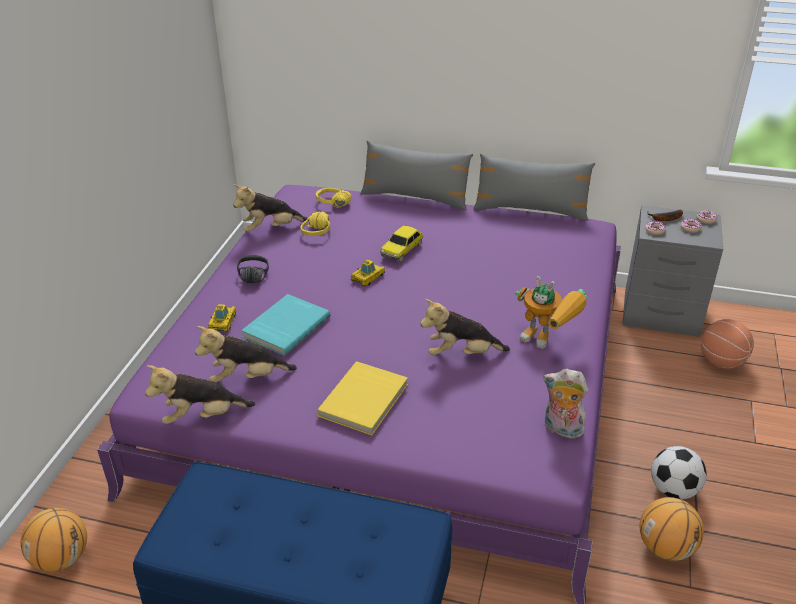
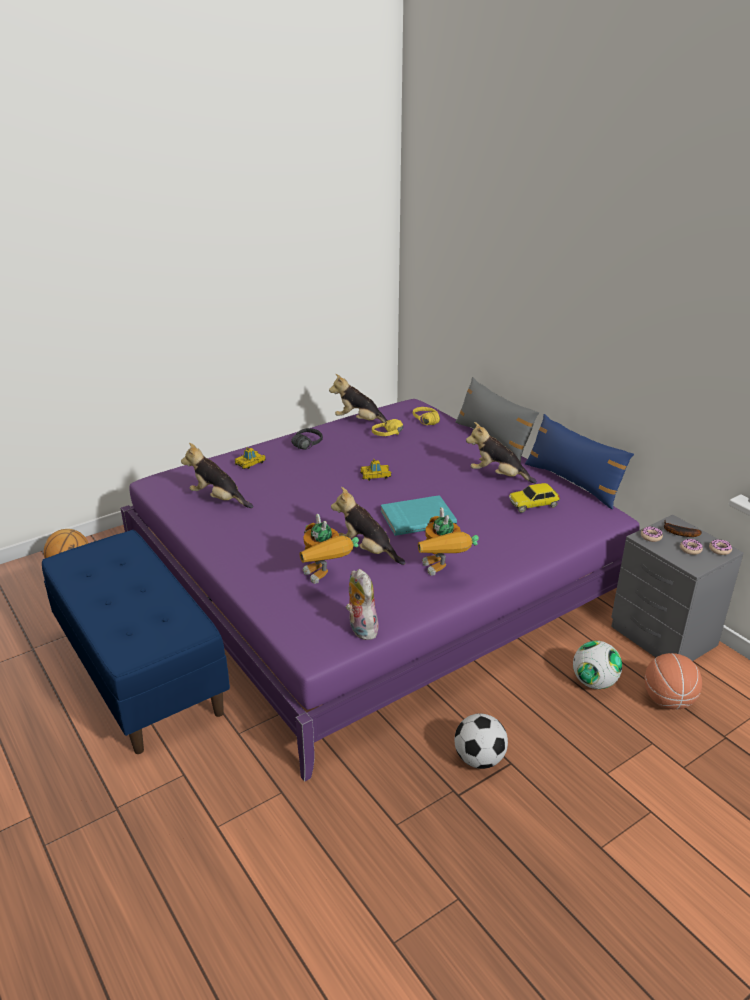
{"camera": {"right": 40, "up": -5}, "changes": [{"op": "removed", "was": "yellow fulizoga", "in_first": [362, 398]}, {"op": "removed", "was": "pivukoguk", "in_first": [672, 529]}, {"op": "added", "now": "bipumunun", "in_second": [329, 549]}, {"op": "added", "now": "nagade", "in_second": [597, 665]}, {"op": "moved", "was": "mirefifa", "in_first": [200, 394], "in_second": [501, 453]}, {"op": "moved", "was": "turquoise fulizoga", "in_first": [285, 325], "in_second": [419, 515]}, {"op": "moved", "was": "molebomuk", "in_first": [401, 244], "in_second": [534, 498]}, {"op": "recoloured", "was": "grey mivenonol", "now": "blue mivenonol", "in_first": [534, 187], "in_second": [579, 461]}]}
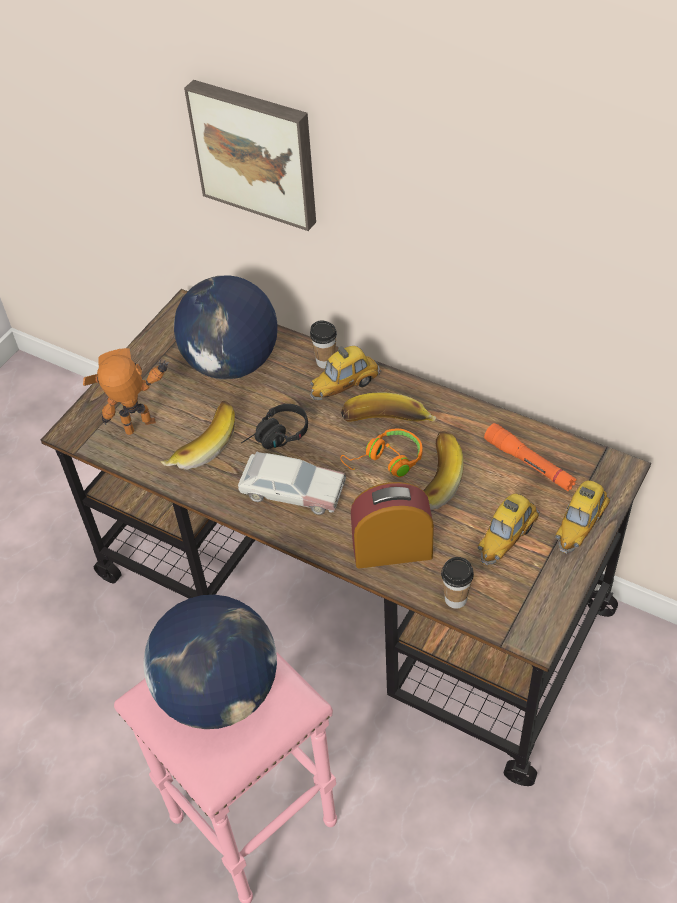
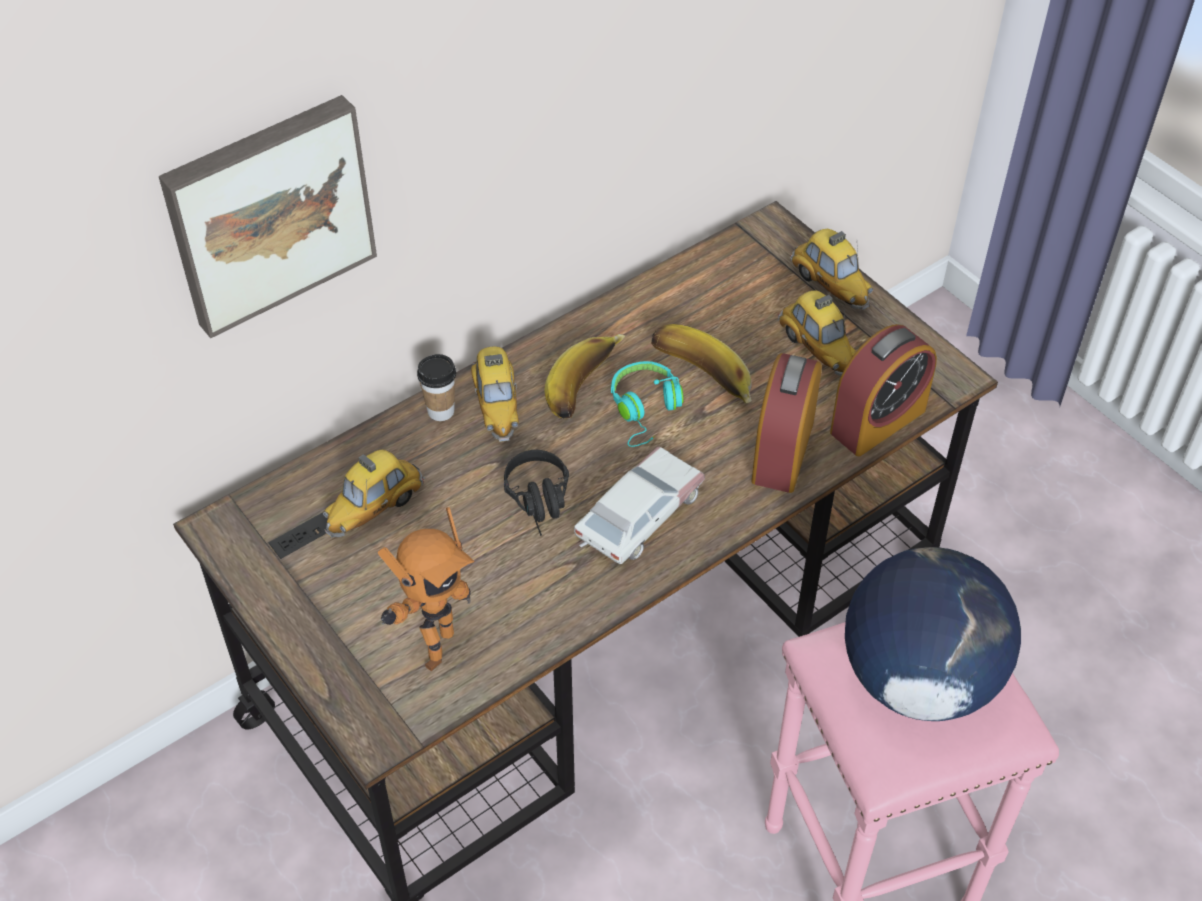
{"camera": {"right": -70, "up": 0}, "changes": [{"op": "removed", "was": "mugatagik", "in_first": [197, 435]}, {"op": "removed", "was": "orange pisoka", "in_first": [530, 457]}, {"op": "replaced", "was": "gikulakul", "now": "molebomuk", "in_first": [226, 328], "in_second": [374, 494]}, {"op": "replaced", "was": "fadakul", "now": "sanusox", "in_first": [457, 583], "in_second": [883, 390]}, {"op": "recoloured", "was": "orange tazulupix", "now": "turquoise tazulupix", "in_first": [381, 452], "in_second": [647, 404]}, {"op": "turned", "was": "bipumunun", "in_first": [126, 391], "in_second": [426, 589], "clockwise": -150}]}
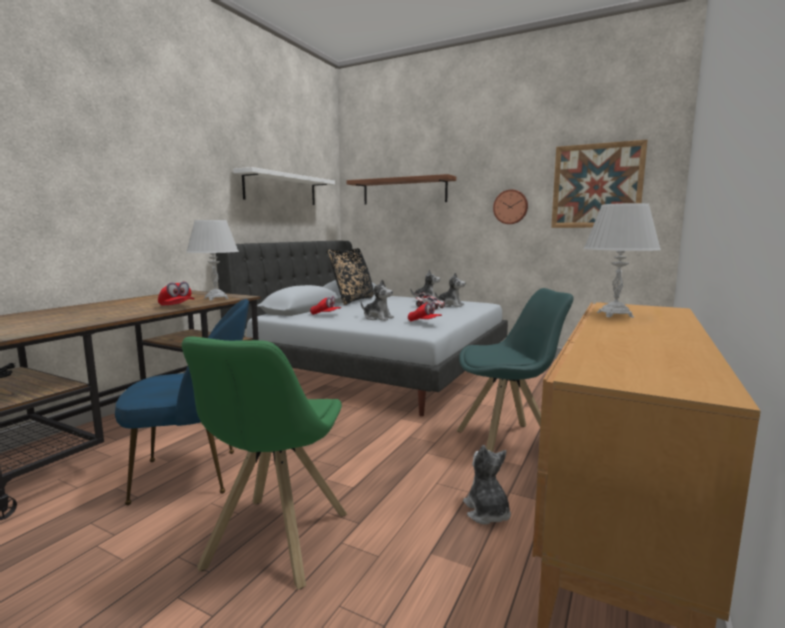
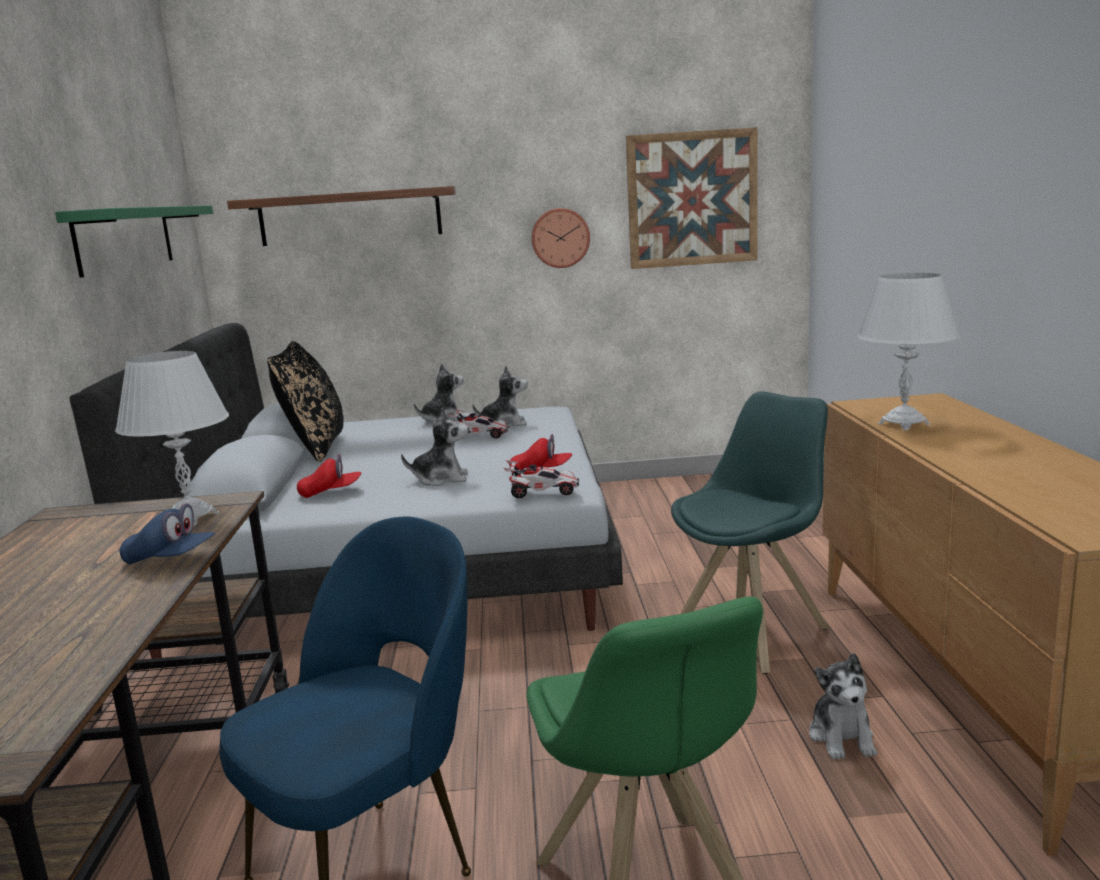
{"camera": {"right": -30, "up": 5}, "changes": [{"op": "added", "now": "molebomuk", "in_second": [541, 479]}, {"op": "recoloured", "was": "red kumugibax", "now": "blue kumugibax", "in_first": [176, 293], "in_second": [167, 534]}, {"op": "recoloured", "was": "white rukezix", "now": "green rukezix", "in_first": [284, 186], "in_second": [134, 241]}, {"op": "turned", "was": "mirefifa", "in_first": [487, 485], "in_second": [843, 706], "clockwise": -135}]}
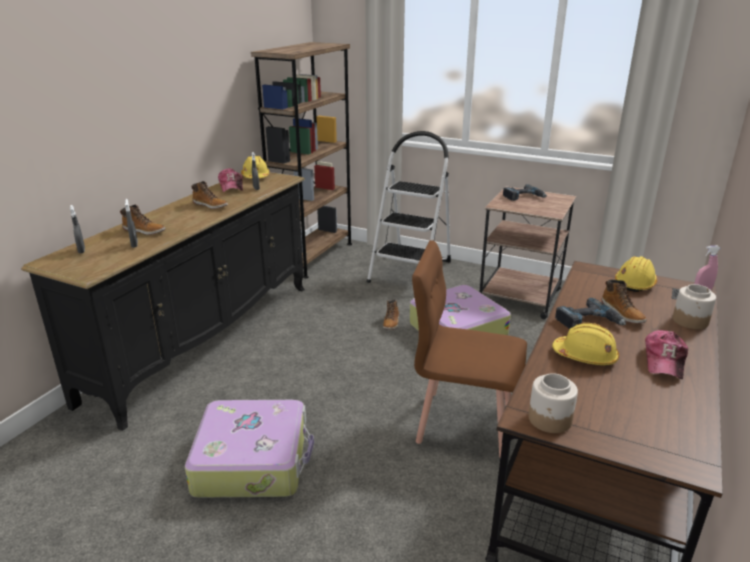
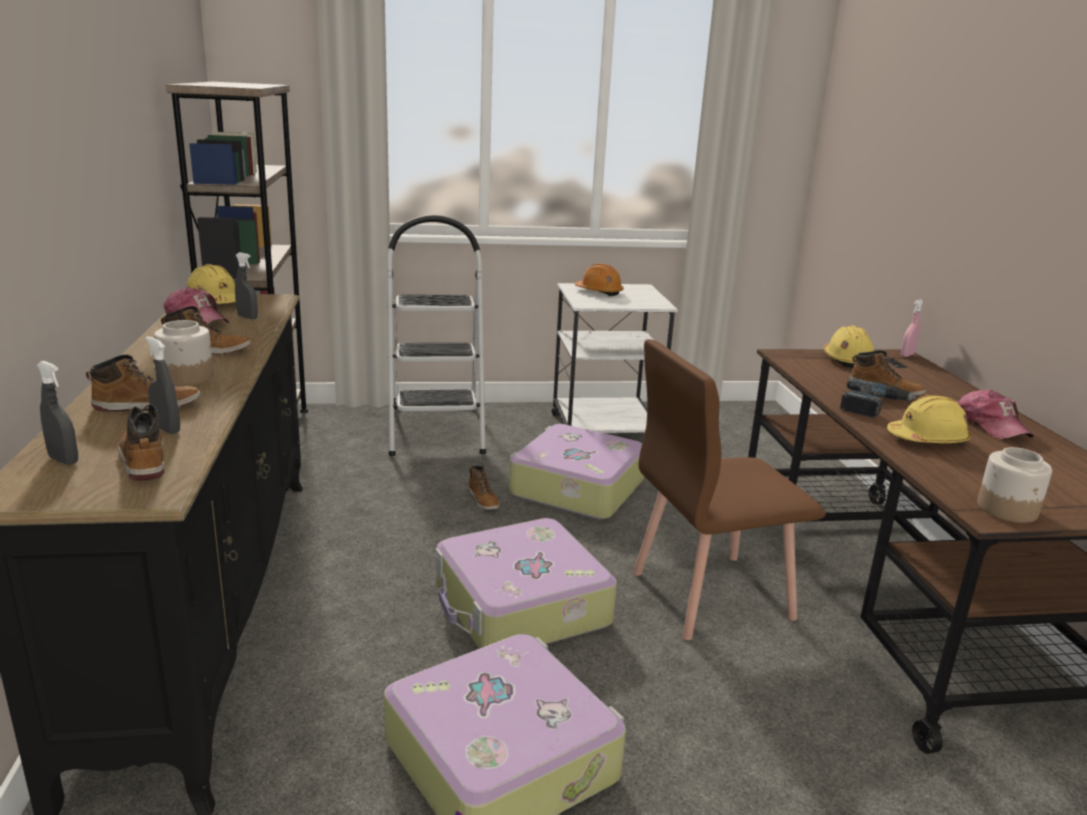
{"camera": {"right": -35, "up": -5}, "changes": [{"op": "added", "now": "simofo", "in_second": [141, 442]}, {"op": "added", "now": "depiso", "in_second": [526, 583]}, {"op": "moved", "was": "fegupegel", "in_first": [694, 306], "in_second": [184, 353]}, {"op": "replaced", "was": "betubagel", "now": "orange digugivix", "in_first": [525, 192], "in_second": [599, 279]}, {"op": "recoloured", "was": "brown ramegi", "now": "white ramegi", "in_first": [527, 252], "in_second": [614, 358]}]}
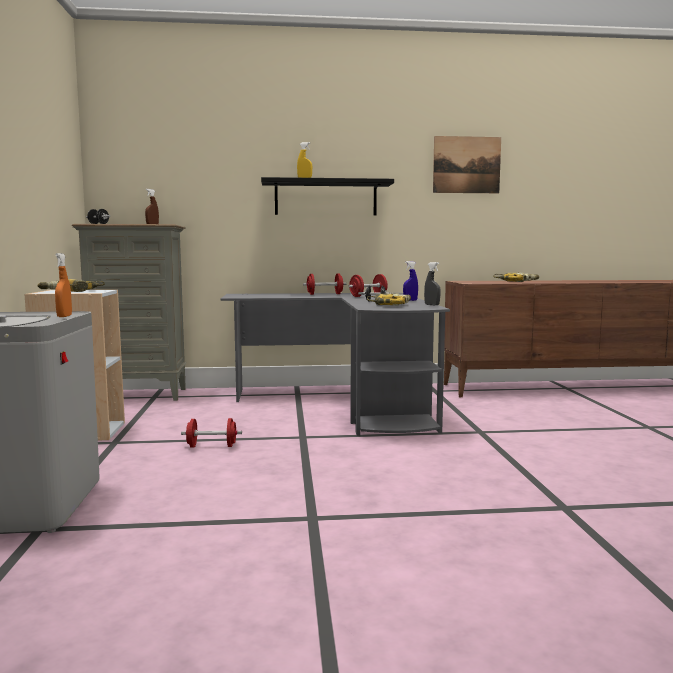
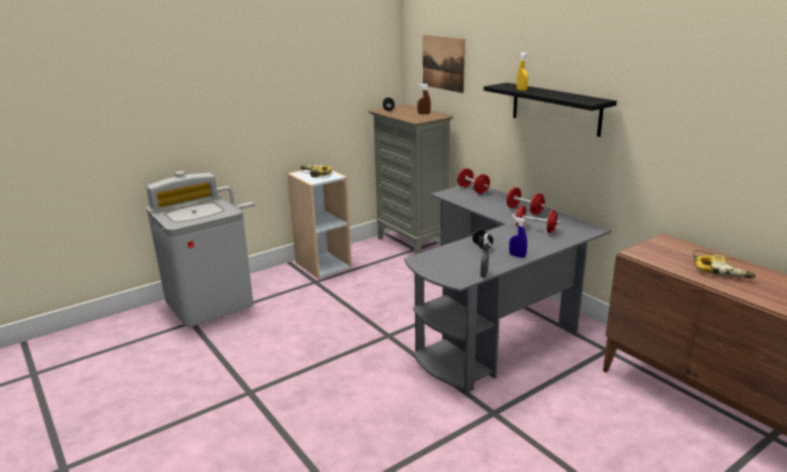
{"camera": {"right": 60, "up": 15}, "changes": [{"op": "removed", "was": "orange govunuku", "in_first": [63, 285]}, {"op": "removed", "was": "betubagel", "in_first": [389, 300]}, {"op": "moved", "was": "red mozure", "in_first": [211, 433], "in_second": [473, 181]}, {"op": "moved", "was": "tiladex", "in_first": [467, 164], "in_second": [444, 64]}]}
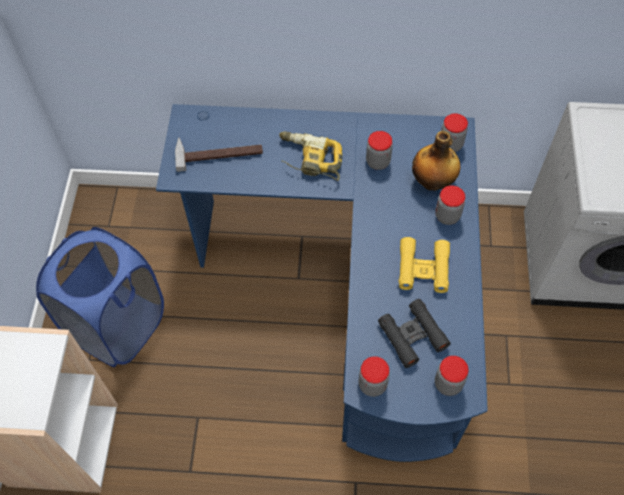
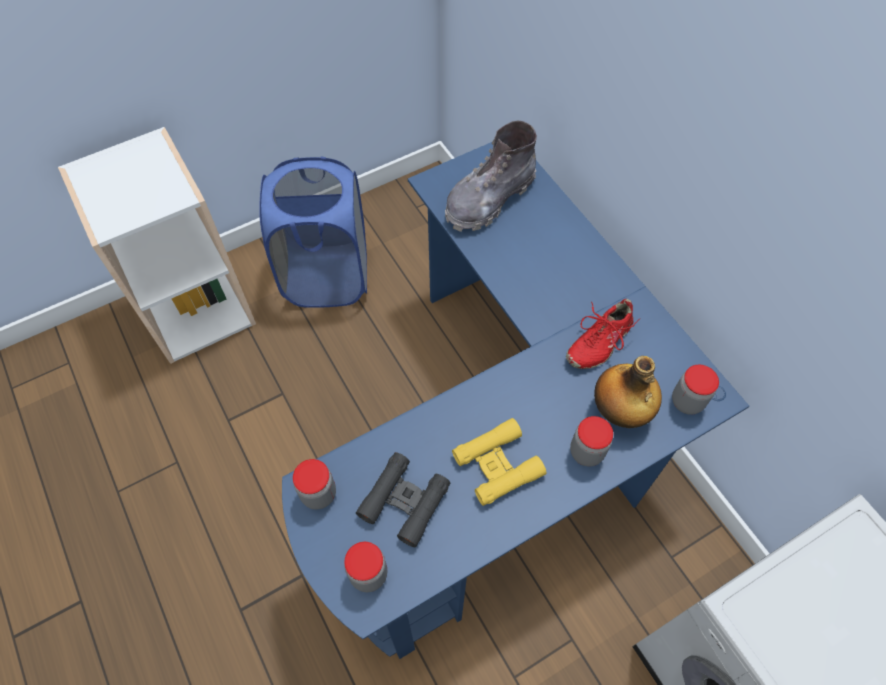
{"camera": {"right": 55, "up": 0}, "changes": [{"op": "removed", "was": "betubagel", "in_first": [310, 156]}, {"op": "replaced", "was": "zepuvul", "now": "grey simofo", "in_first": [219, 155], "in_second": [491, 176]}, {"op": "replaced", "was": "fegupegel", "now": "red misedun", "in_first": [379, 150], "in_second": [603, 334]}]}
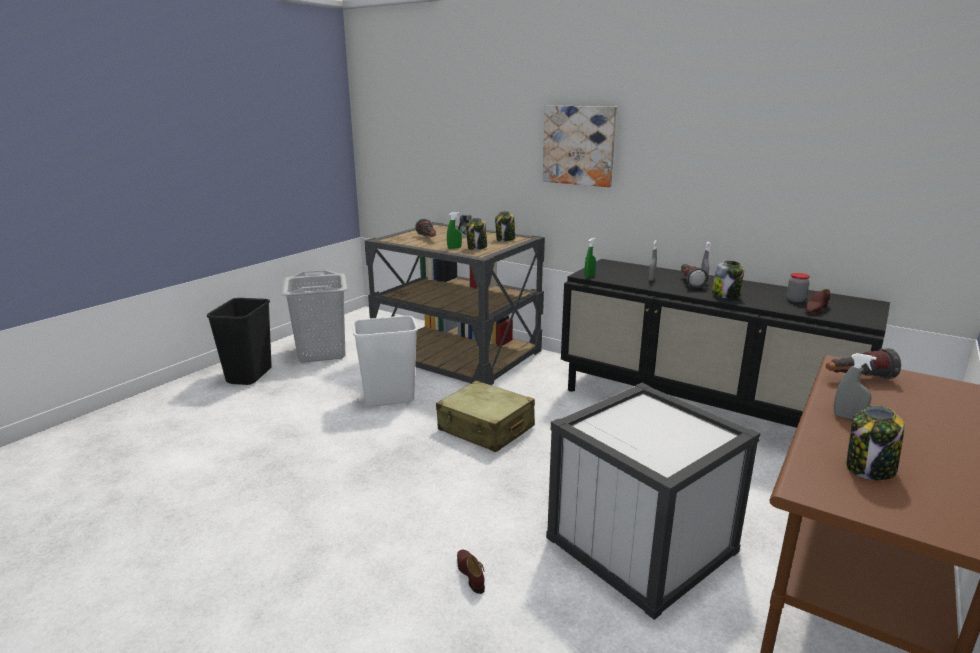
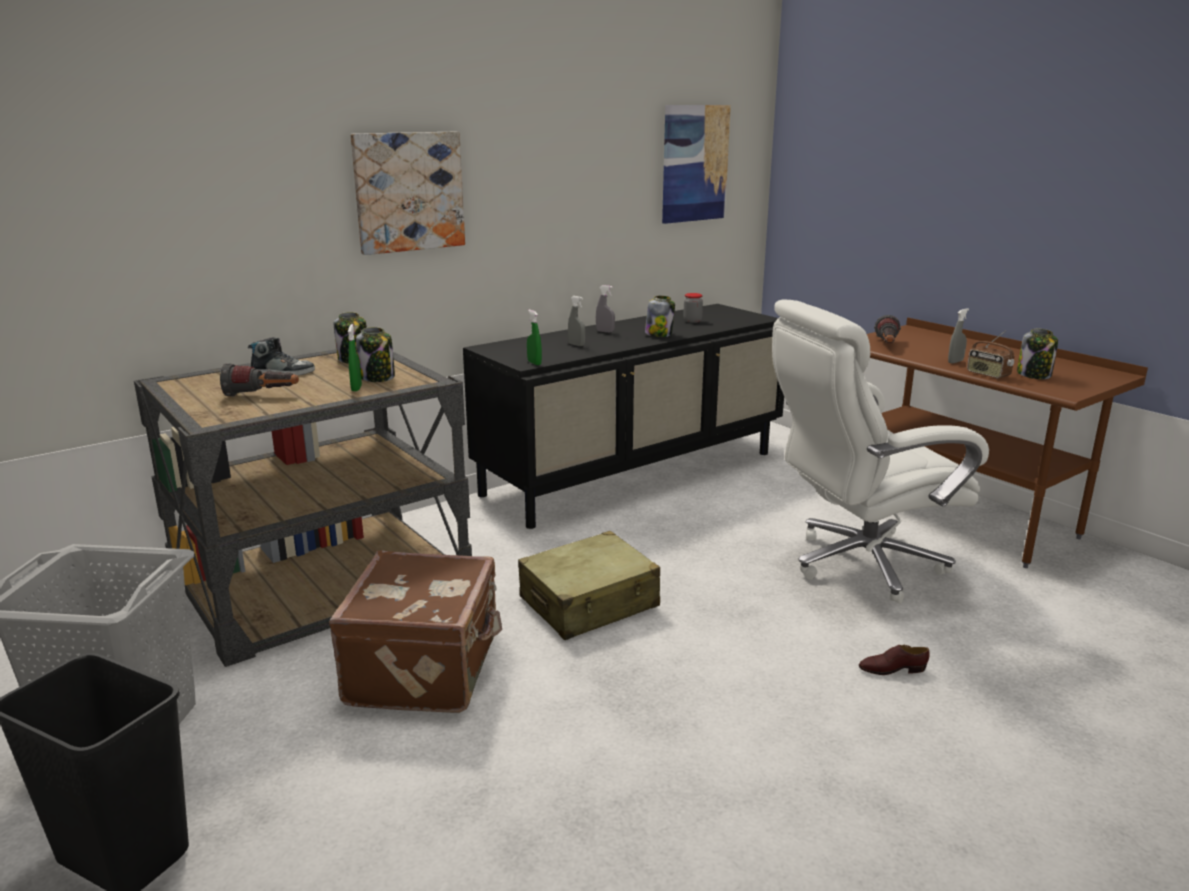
{"camera": {"right": -70, "up": 0}, "changes": [{"op": "removed", "was": "pisoka", "in_first": [694, 276]}, {"op": "removed", "was": "brown misedun", "in_first": [817, 301]}, {"op": "added", "now": "tiladex", "in_second": [696, 164]}, {"op": "added", "now": "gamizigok", "in_second": [990, 354]}, {"op": "replaced", "was": "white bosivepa", "now": "brown depiso", "in_first": [385, 361], "in_second": [415, 632]}, {"op": "replaced", "was": "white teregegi", "now": "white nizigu", "in_first": [653, 501], "in_second": [880, 452]}]}
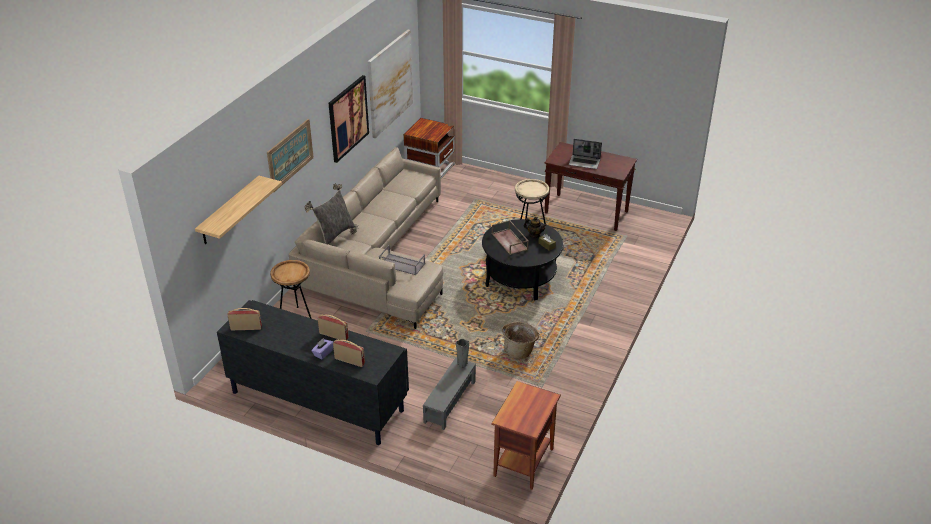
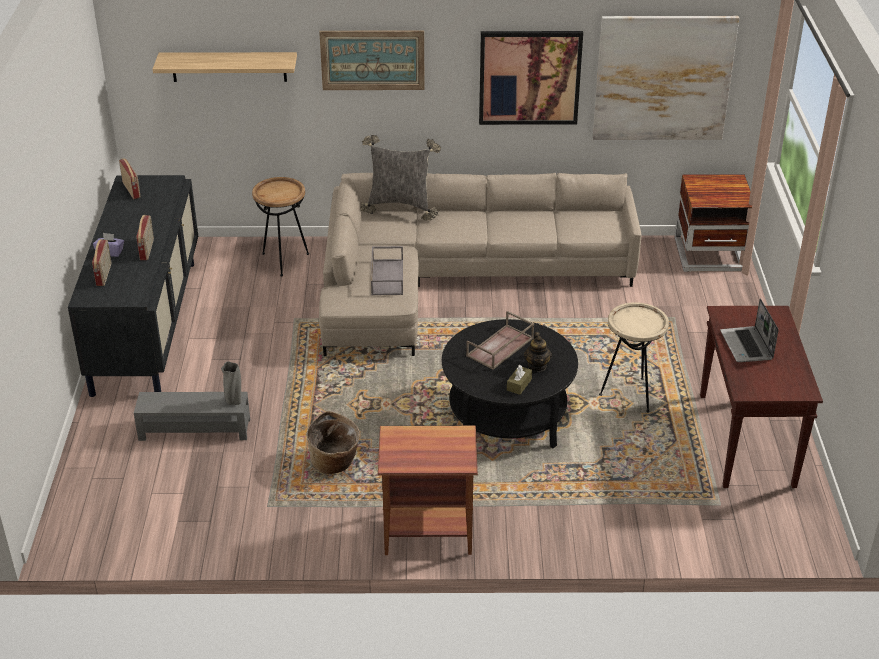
{"camera": {"right": 65, "up": 0}, "changes": [{"op": "moved", "was": "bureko", "in_first": [526, 435], "in_second": [428, 490]}]}
